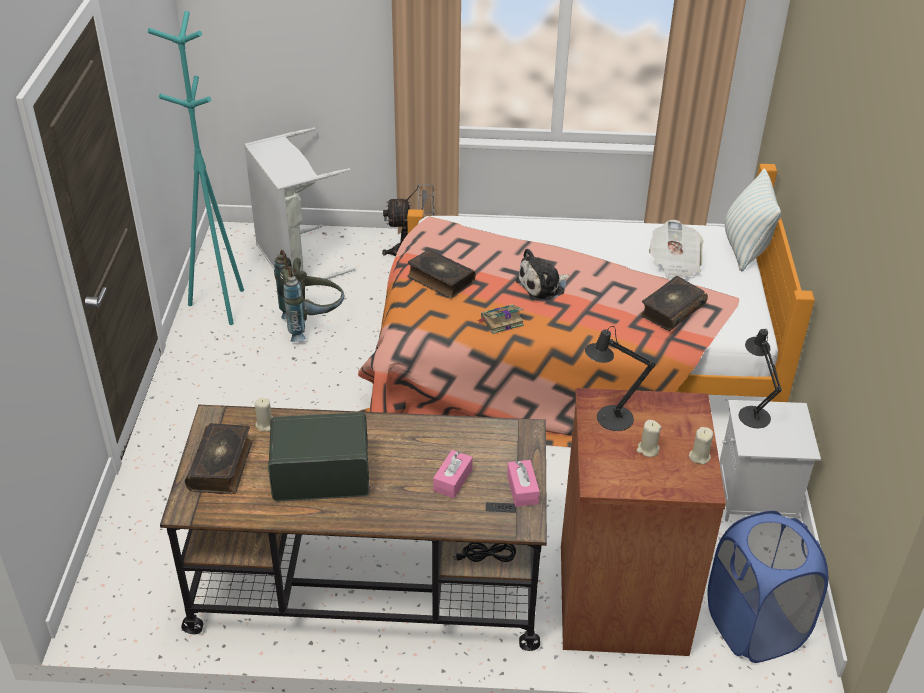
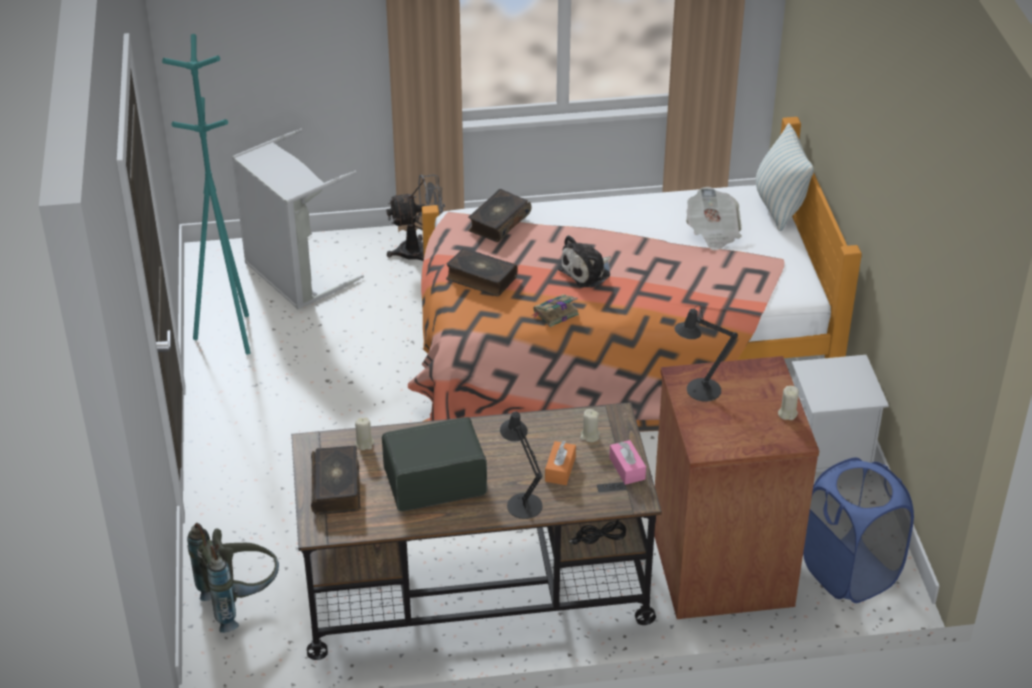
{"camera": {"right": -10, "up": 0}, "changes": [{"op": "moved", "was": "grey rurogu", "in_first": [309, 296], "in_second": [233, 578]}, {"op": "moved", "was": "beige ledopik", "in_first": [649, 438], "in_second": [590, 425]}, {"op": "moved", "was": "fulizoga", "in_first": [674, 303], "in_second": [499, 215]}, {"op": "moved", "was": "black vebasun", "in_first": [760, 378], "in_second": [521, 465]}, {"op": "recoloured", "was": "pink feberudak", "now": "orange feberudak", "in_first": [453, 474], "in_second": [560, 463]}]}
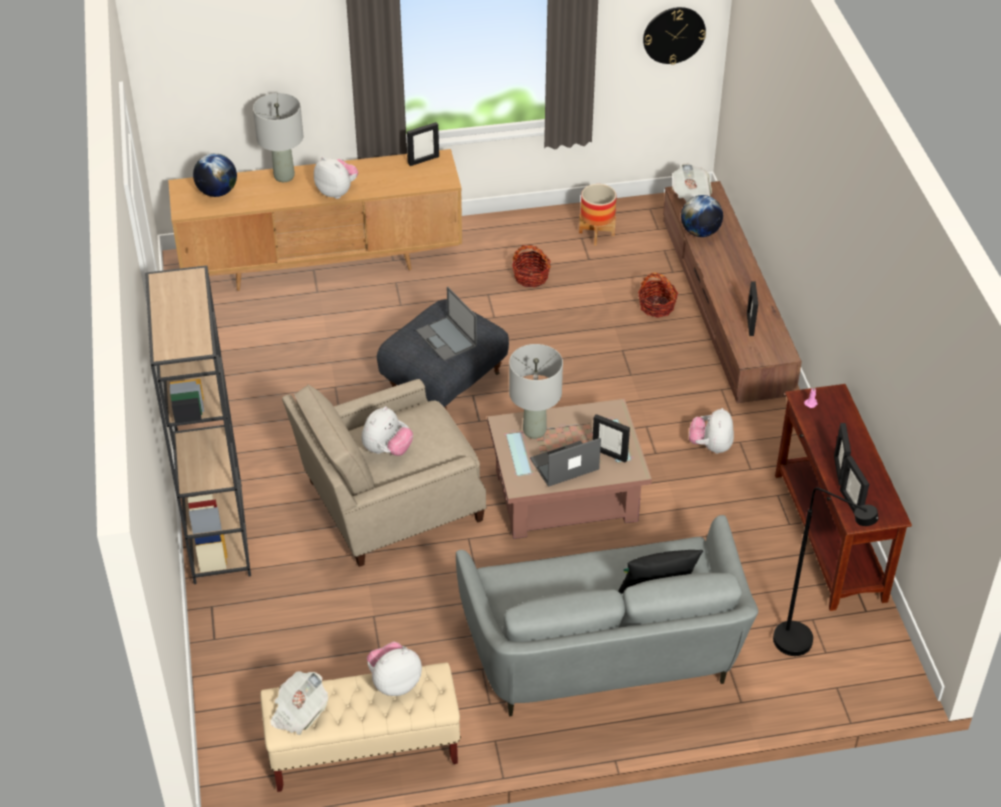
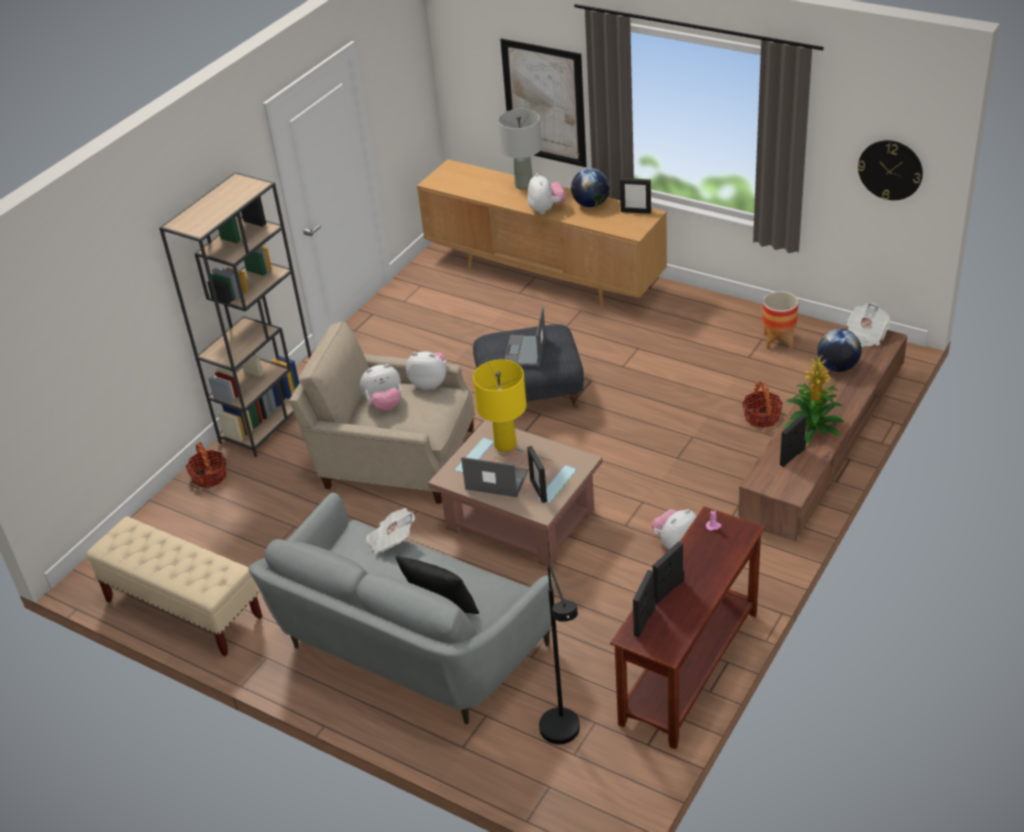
{"camera": {"right": 45, "up": -5}, "changes": [{"op": "added", "now": "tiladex", "in_second": [543, 102]}, {"op": "added", "now": "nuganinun", "in_second": [813, 399]}, {"op": "moved", "was": "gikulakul", "in_first": [215, 175], "in_second": [590, 187]}, {"op": "moved", "was": "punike", "in_first": [299, 703], "in_second": [390, 531]}, {"op": "moved", "was": "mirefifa", "in_first": [394, 669], "in_second": [426, 370]}, {"op": "moved", "was": "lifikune", "in_first": [531, 266], "in_second": [206, 465]}, {"op": "recoloured", "was": "grey vebasun", "now": "yellow vebasun", "in_first": [536, 391], "in_second": [500, 406]}]}
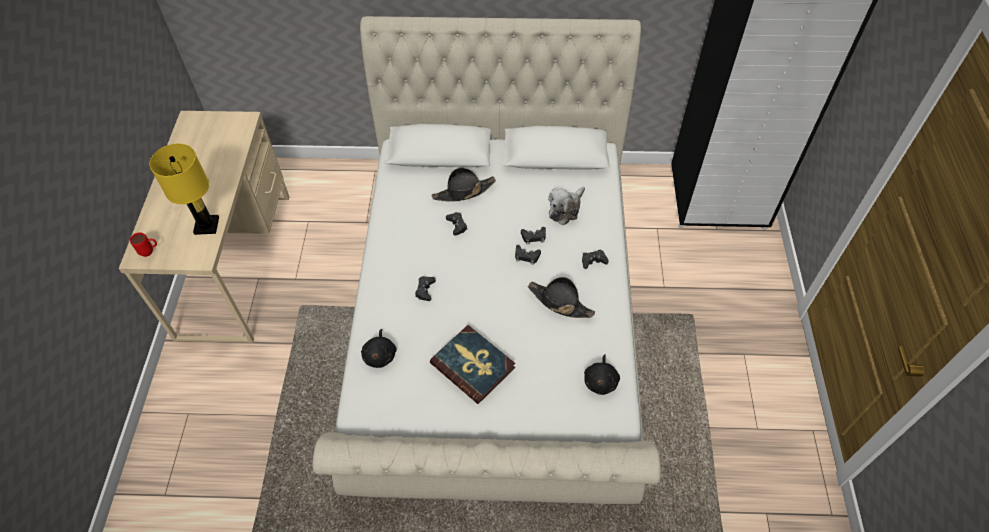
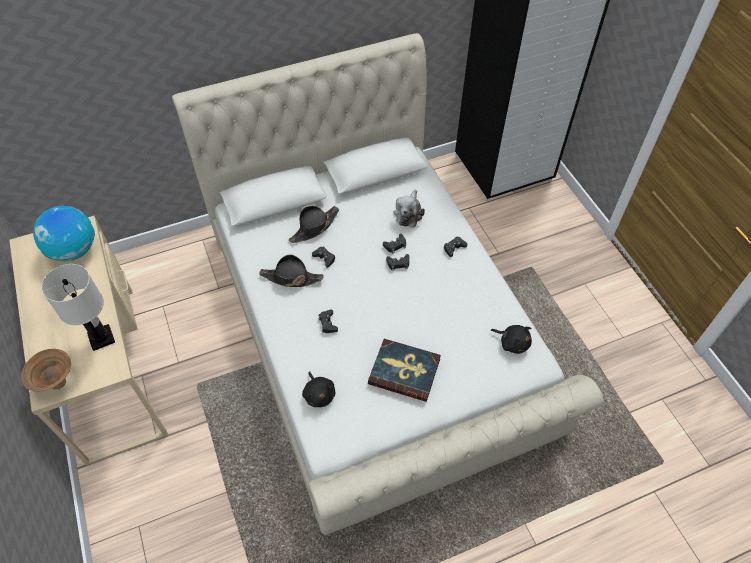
{"camera": {"right": -25, "up": 0}, "changes": [{"op": "added", "now": "gikulakul", "in_second": [64, 233]}, {"op": "moved", "was": "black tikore", "in_first": [561, 297], "in_second": [291, 271]}, {"op": "replaced", "was": "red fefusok", "now": "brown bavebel", "in_first": [143, 244], "in_second": [46, 370]}, {"op": "recoloured", "was": "yellow vebasun", "now": "white vebasun", "in_first": [184, 189], "in_second": [78, 307]}, {"op": "turned", "was": "black mirefifa", "in_first": [602, 374], "in_second": [511, 339], "clockwise": -45}]}
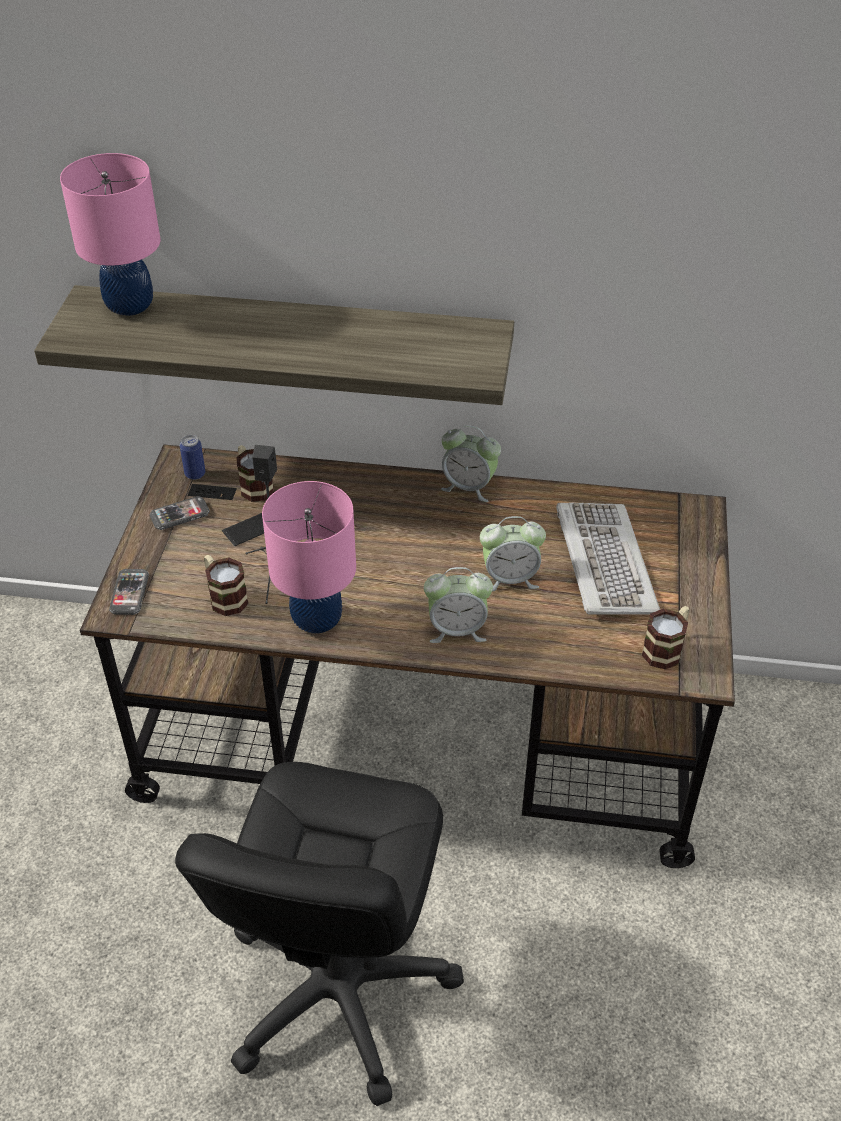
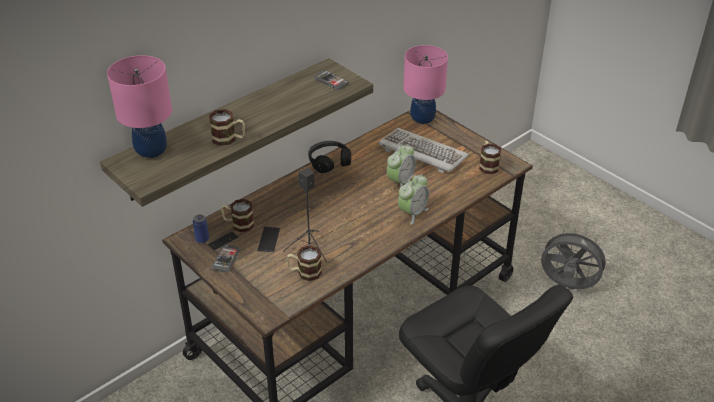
{"camera": {"right": -50, "up": -5}, "changes": [{"op": "added", "now": "fefusok", "in_second": [227, 127]}, {"op": "added", "now": "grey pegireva", "in_second": [575, 258]}, {"op": "moved", "was": "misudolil", "in_first": [129, 592], "in_second": [331, 80]}, {"op": "moved", "was": "pink vebasun", "in_first": [309, 557], "in_second": [425, 84]}, {"op": "replaced", "was": "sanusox", "now": "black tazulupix", "in_first": [471, 463], "in_second": [329, 157]}]}
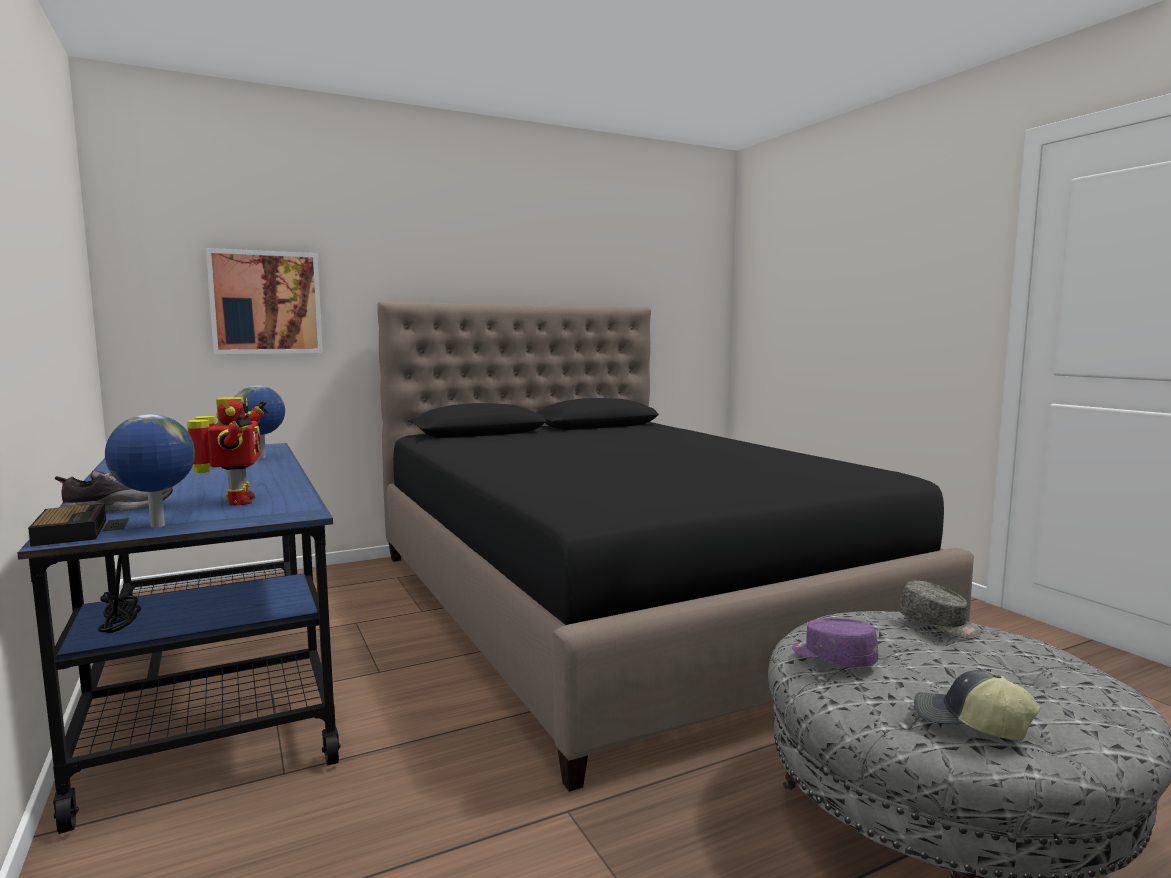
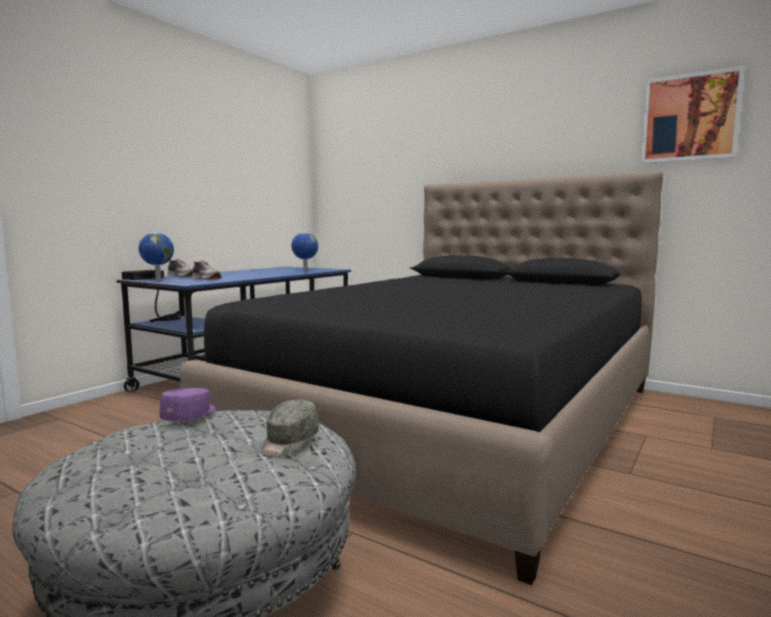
{"camera": {"right": 60, "up": 0}, "changes": [{"op": "removed", "was": "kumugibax", "in_first": [977, 705]}, {"op": "moved", "was": "tiladex", "in_first": [264, 301], "in_second": [692, 115]}, {"op": "replaced", "was": "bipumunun", "now": "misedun", "in_first": [227, 451], "in_second": [206, 270]}]}
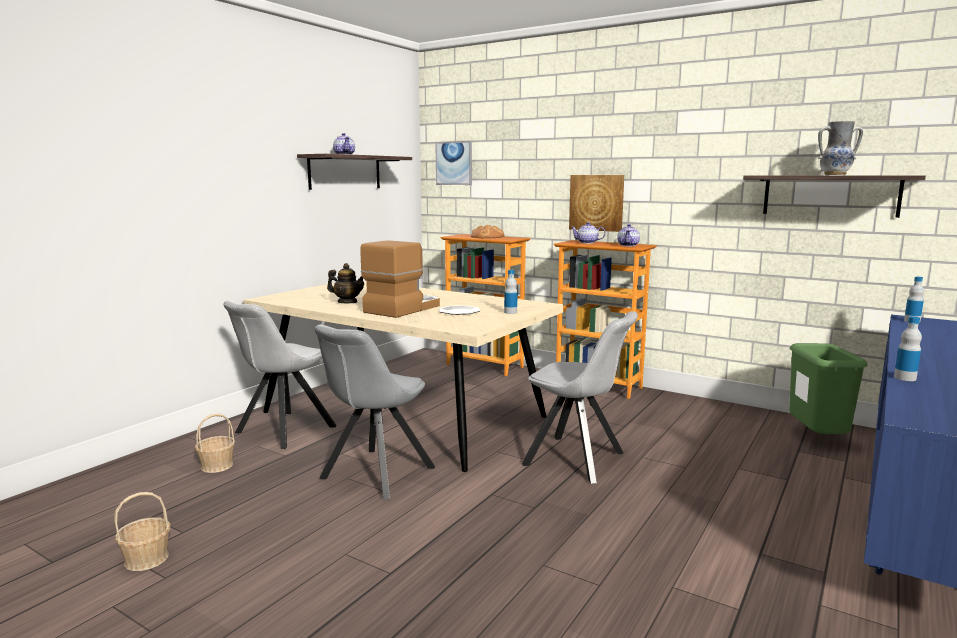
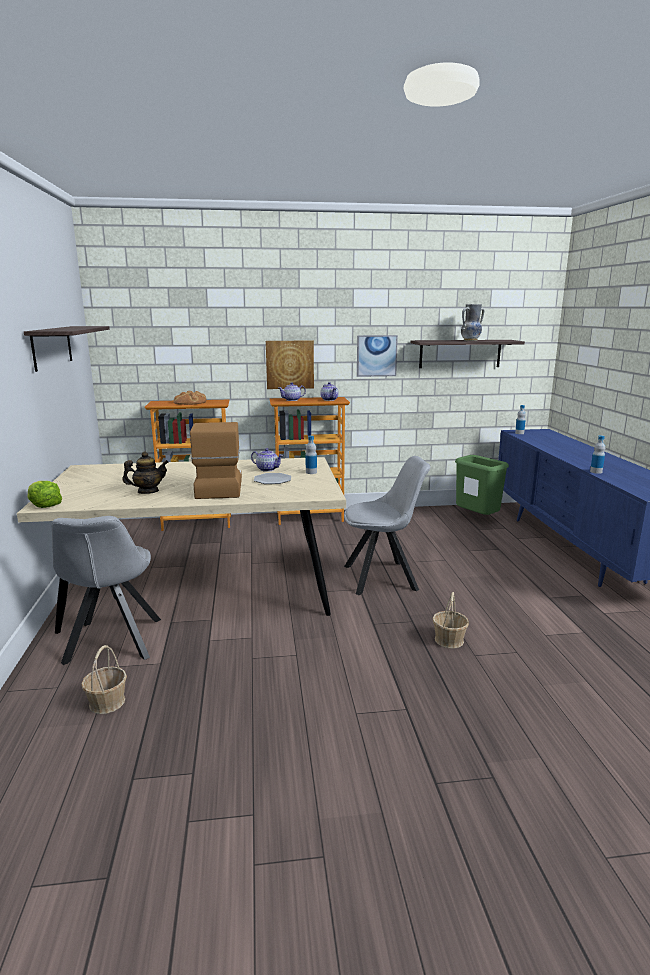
{"camera": {"right": -40, "up": 5}, "changes": [{"op": "removed", "was": "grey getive", "in_first": [375, 412]}, {"op": "added", "now": "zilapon", "in_second": [45, 494]}, {"op": "moved", "was": "lifikune", "in_first": [142, 531], "in_second": [450, 620]}, {"op": "moved", "was": "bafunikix", "in_first": [344, 144], "in_second": [267, 460]}, {"op": "moved", "was": "tiladex", "in_first": [453, 163], "in_second": [377, 356]}]}
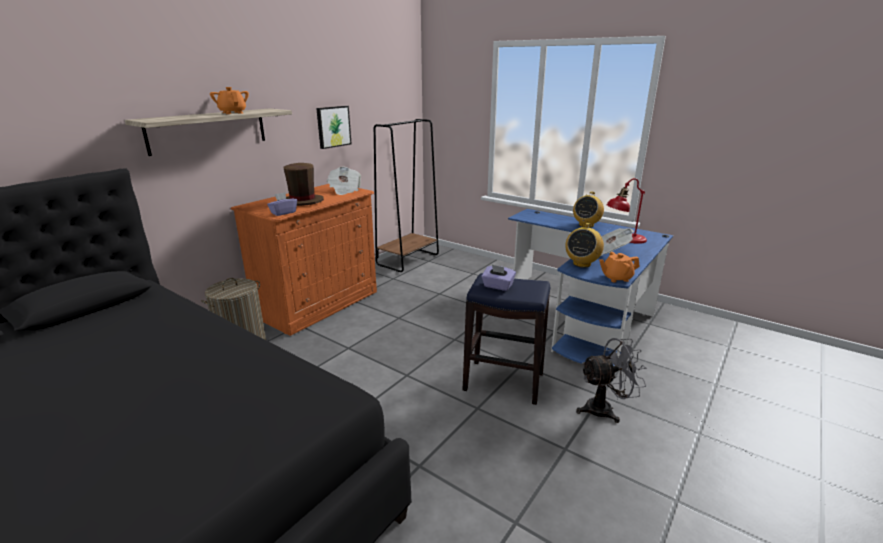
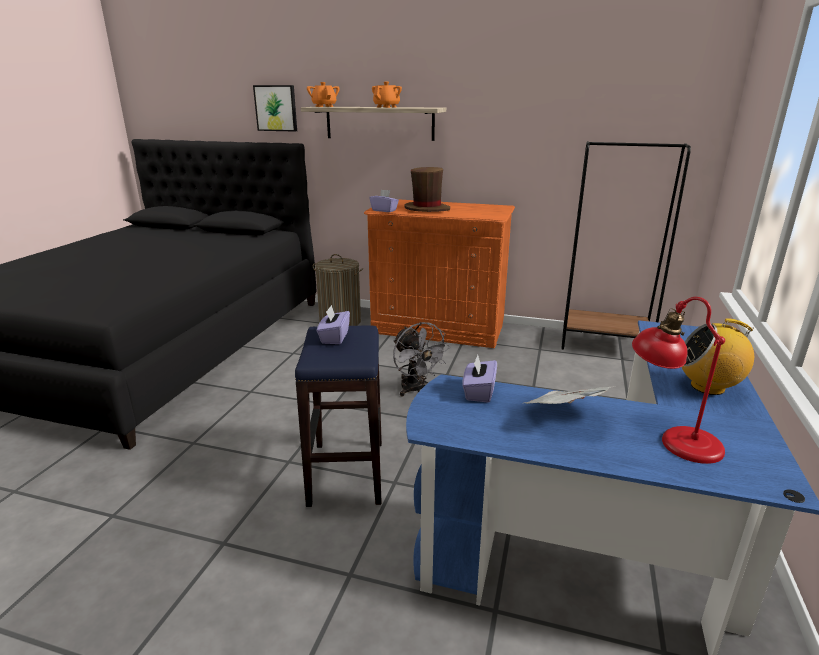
{"camera": {"right": 70, "up": 0}, "changes": [{"op": "removed", "was": "punike", "in_first": [344, 181]}, {"op": "moved", "was": "tiladex", "in_first": [334, 127], "in_second": [275, 108]}, {"op": "moved", "was": "grey pegireva", "in_first": [611, 380], "in_second": [421, 359]}, {"op": "moved", "was": "orange bafunikix", "in_first": [619, 267], "in_second": [323, 94]}, {"op": "replaced", "was": "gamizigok", "now": "purple feberudak", "in_first": [584, 245], "in_second": [480, 379]}]}
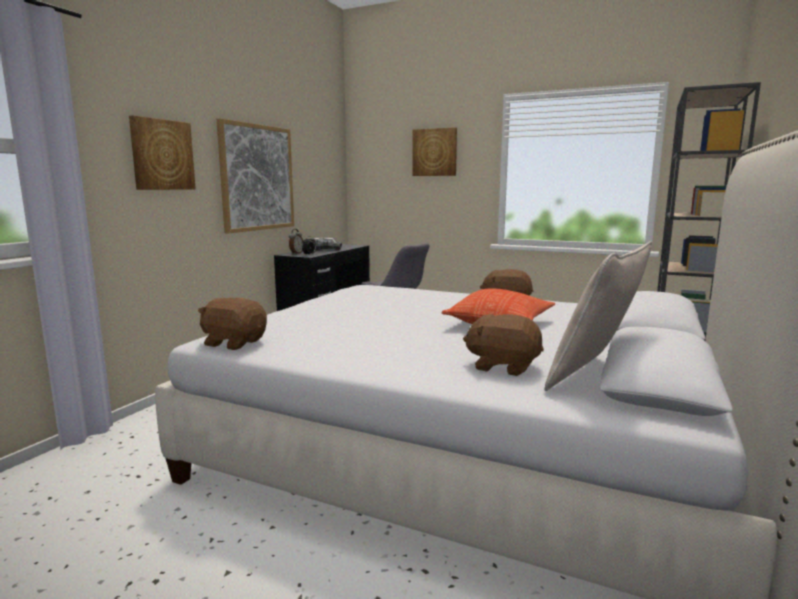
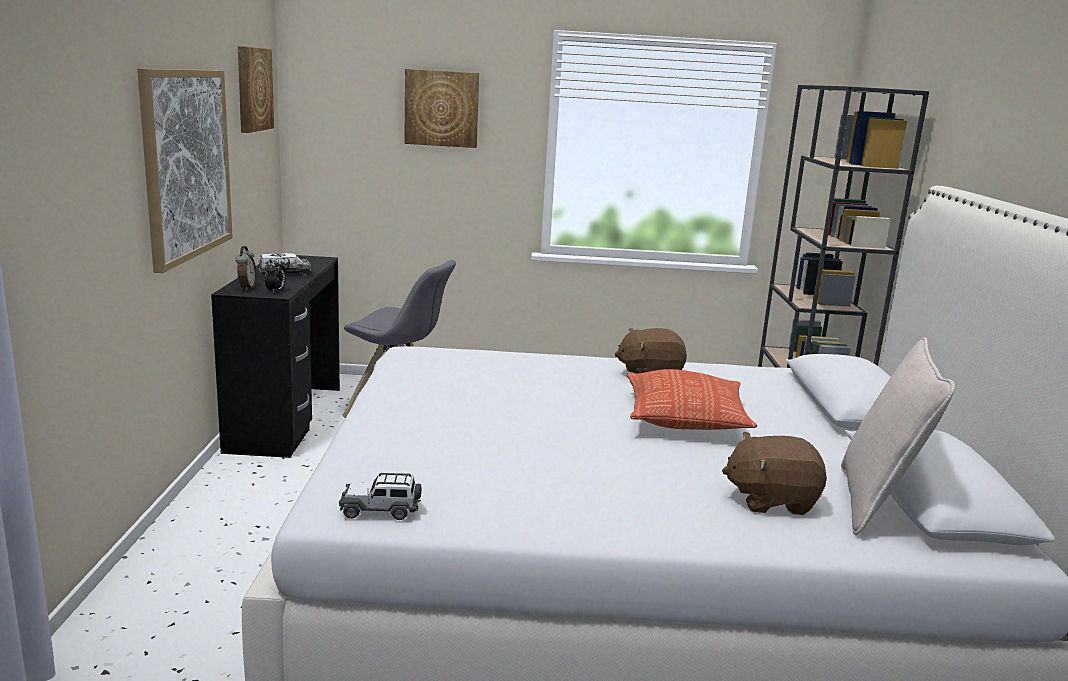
{"camera": {"right": -25, "up": 5}, "changes": [{"op": "moved", "was": "tiladex", "in_first": [162, 152], "in_second": [256, 89]}, {"op": "replaced", "was": "brown mirefifa", "now": "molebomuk", "in_first": [232, 324], "in_second": [380, 496]}]}
